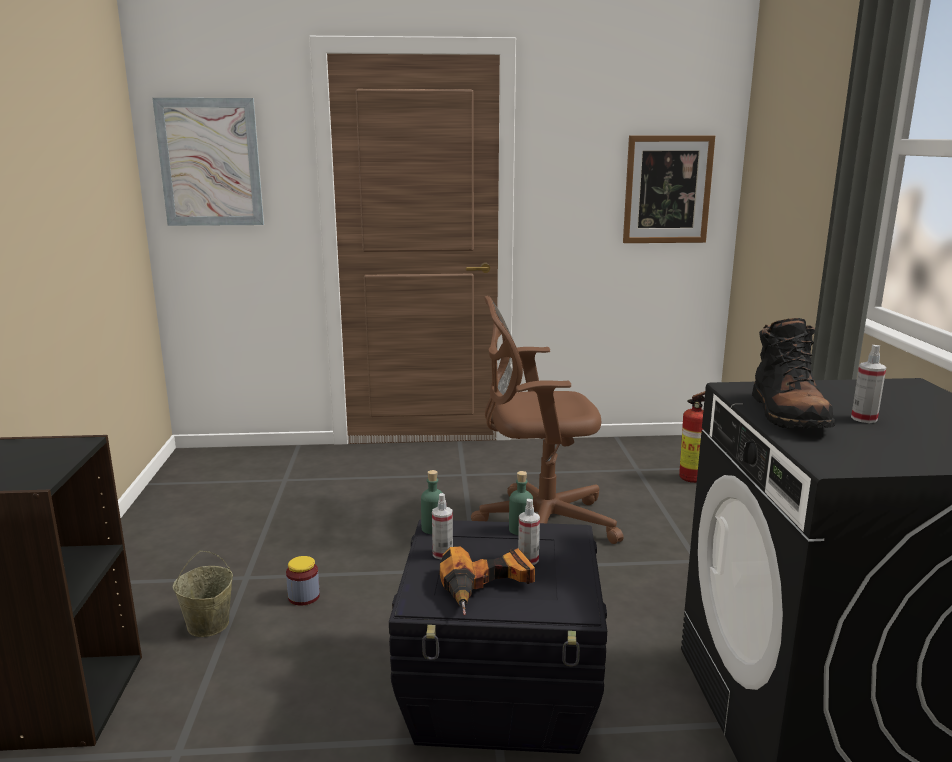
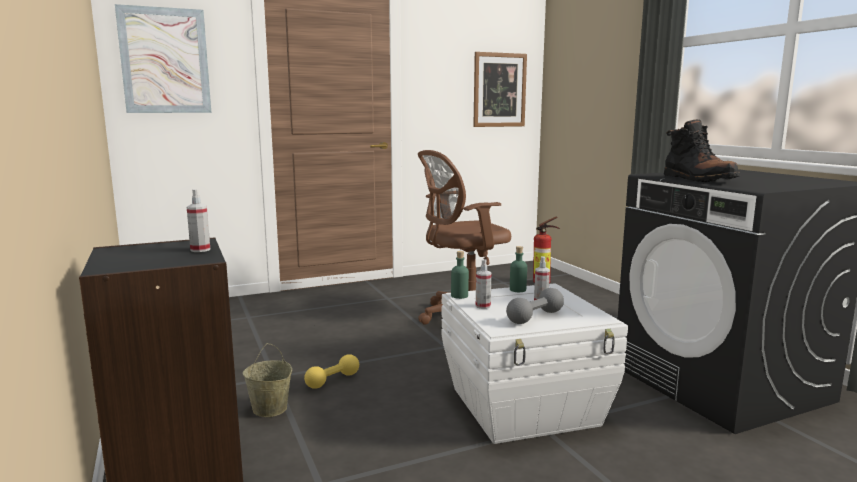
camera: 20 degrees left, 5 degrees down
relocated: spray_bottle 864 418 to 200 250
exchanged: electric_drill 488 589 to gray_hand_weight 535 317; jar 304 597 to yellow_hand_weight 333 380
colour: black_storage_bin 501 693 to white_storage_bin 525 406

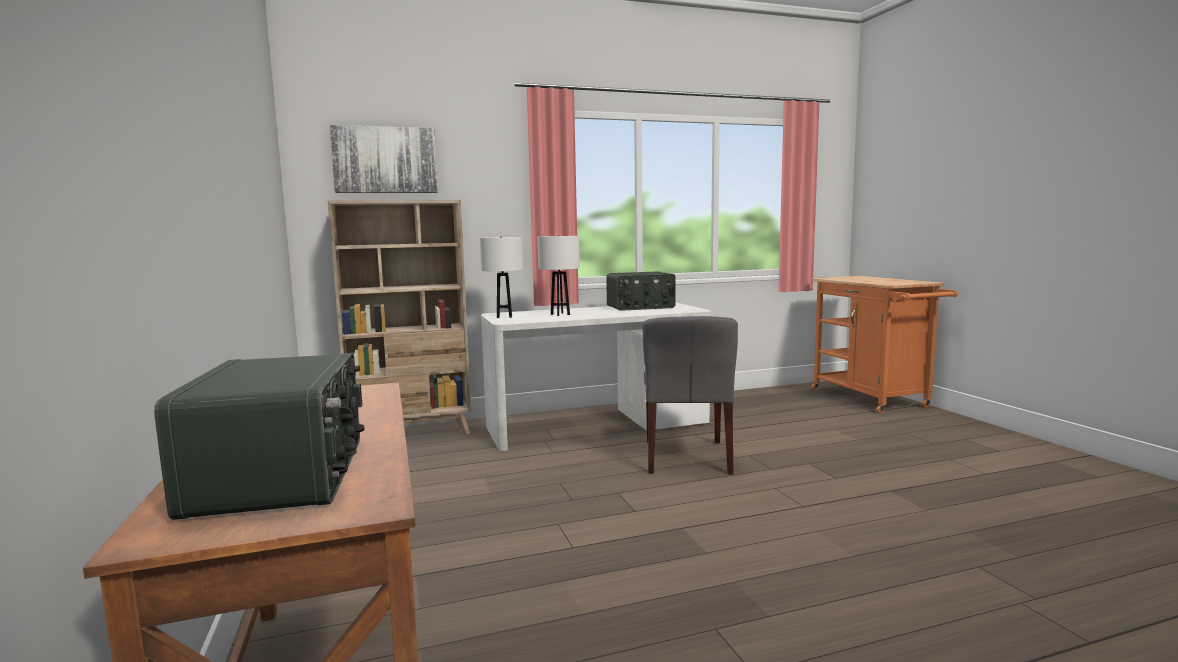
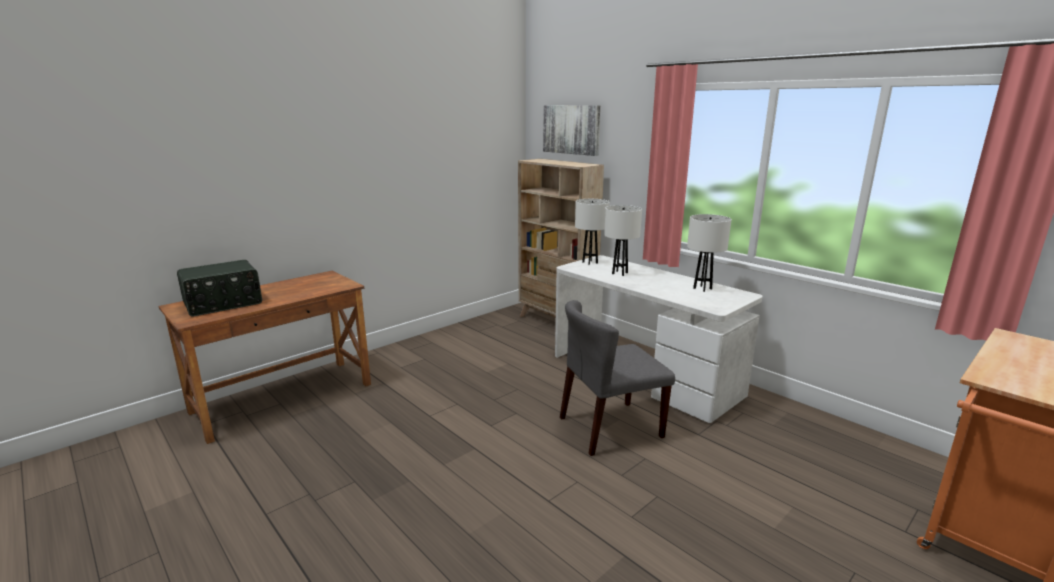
camera: 65 degrees right, 10 degrees up
exchanged: radio 640 307 to white_lamp_for_a_table 702 288

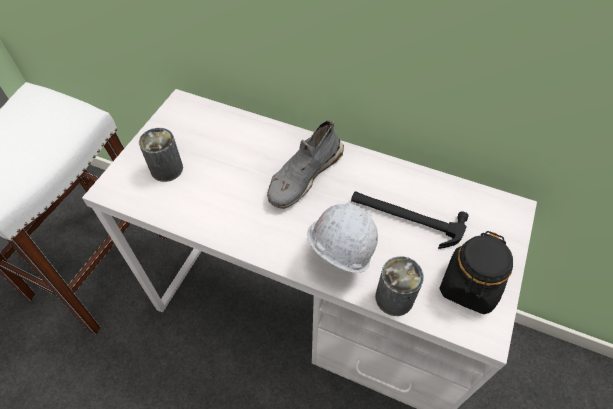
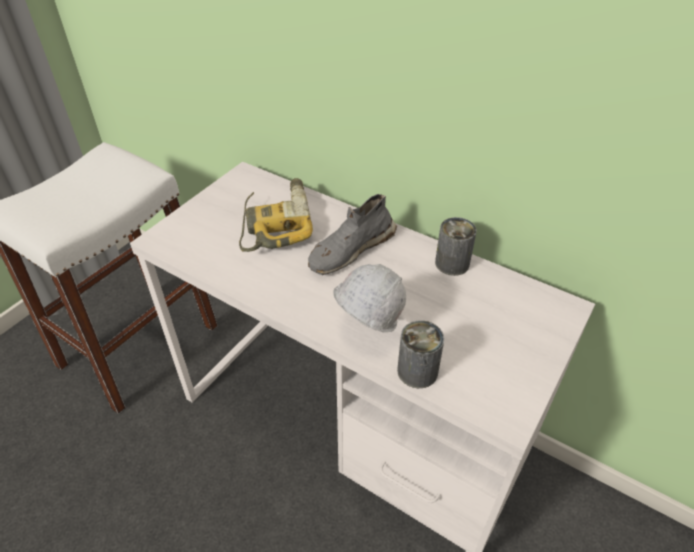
camera: 10 degrees right, 10 degrees down
missing: hand_hammer 405 217; black_jar 469 286
appeared: electric_drill 276 222
relocated: can 167 169 to 452 263

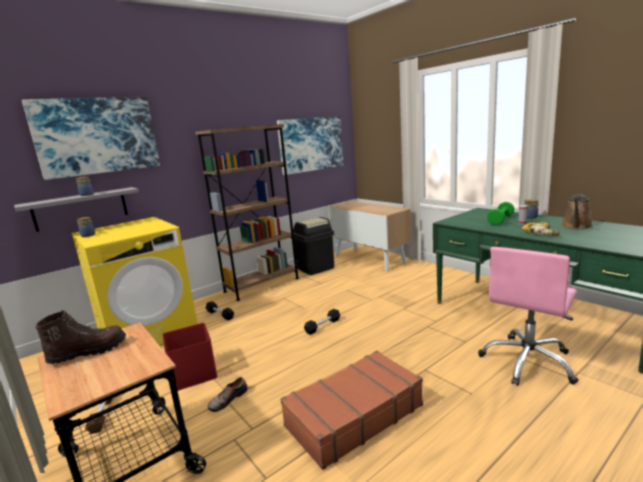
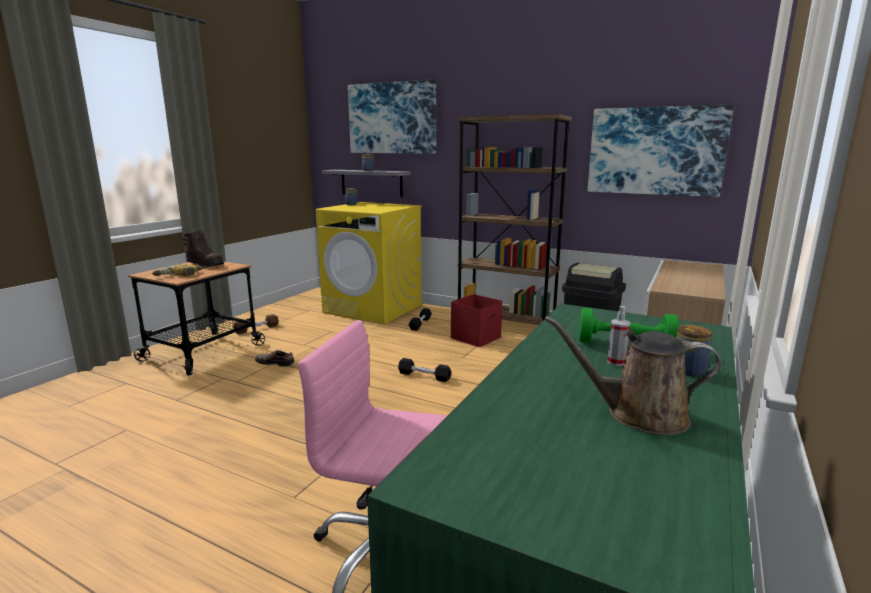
camera: 65 degrees right, 0 degrees up
missing: brown-coloured_suitcase 353 415
relocated: electric_drill 542 232 to 180 275; red_storage_bin 194 373 to 476 338

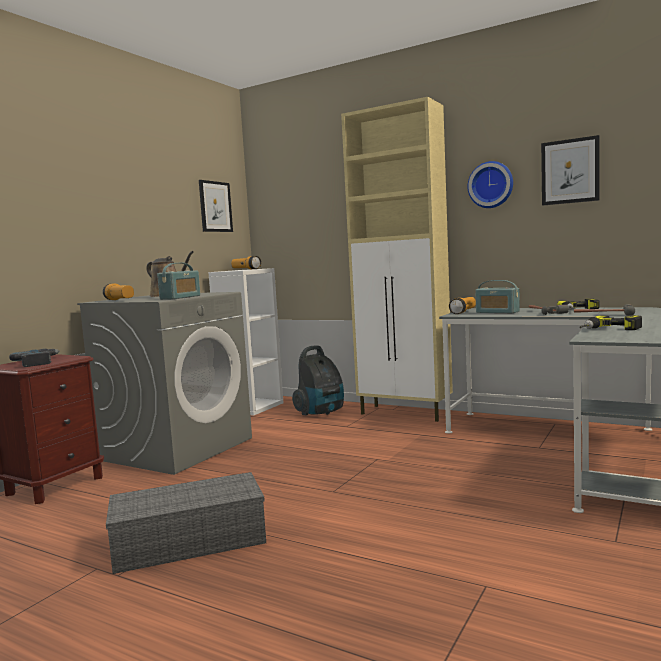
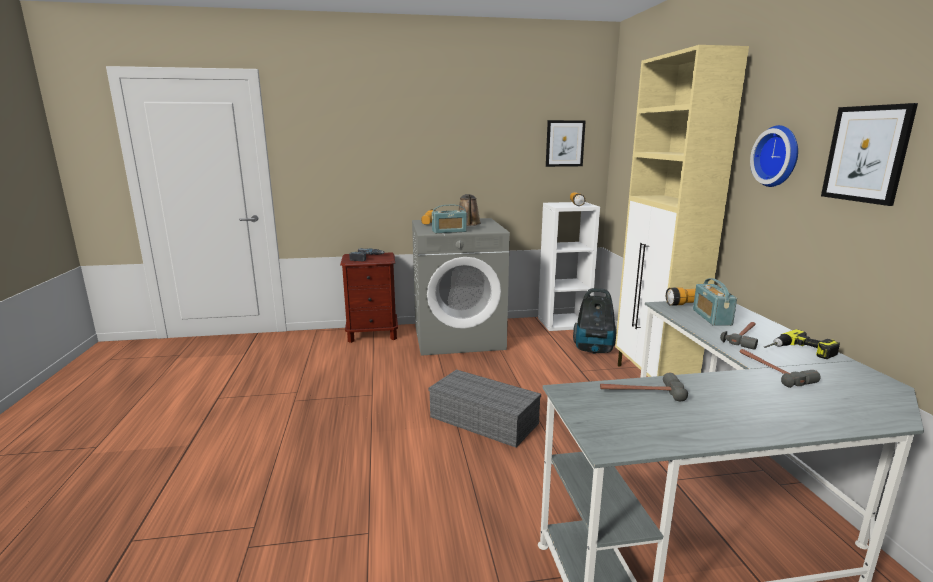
camera: 50 degrees right, 10 degrees up
relocated: gray_storage_bin 191 540 to 485 420
exchanged: electric_drill 609 330 to hand_hammer 640 392

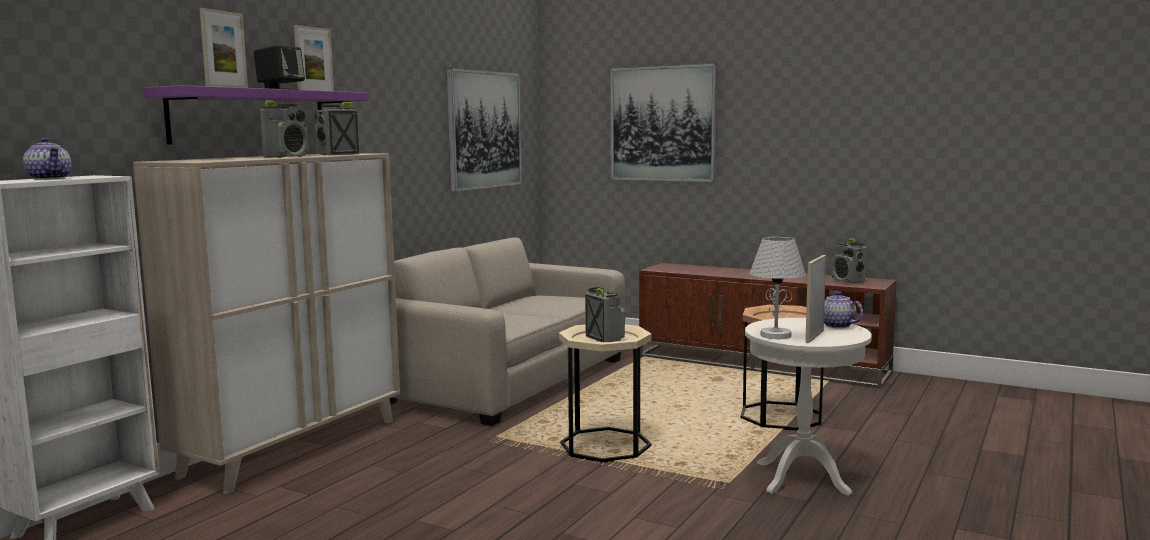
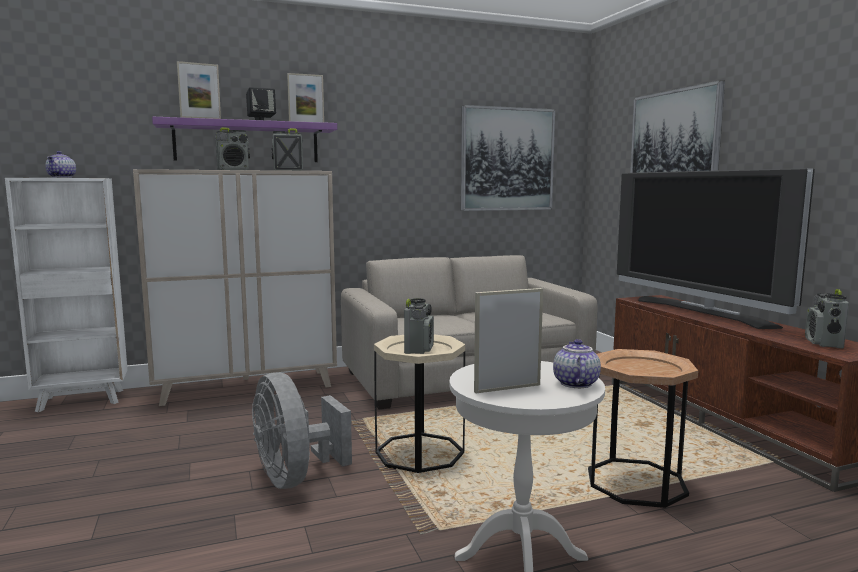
camera: 40 degrees right, 0 degrees up
missing: white_lamp_for_a_table 776 335
appeared: television 702 312; gray_fan 295 477

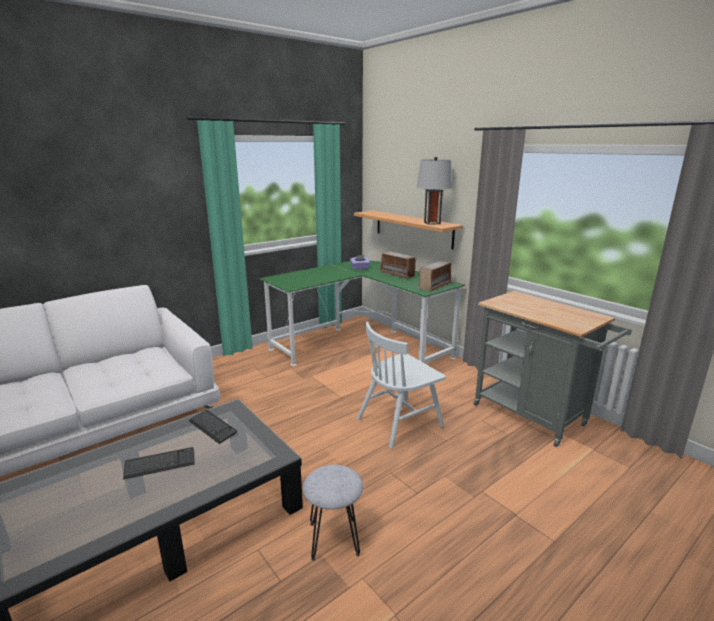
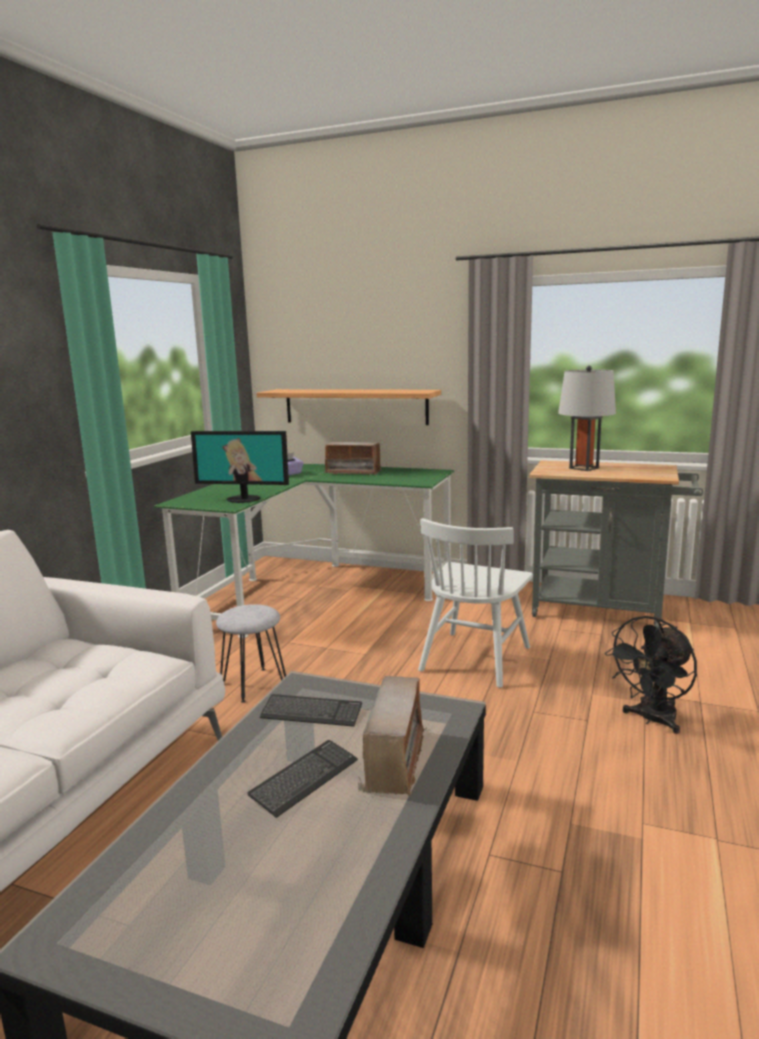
camera: 30 degrees left, 5 degrees down
appeared: monitor 244 499; black_fan 652 720
relocated: gray_lamp_for_a_table 432 223 to 584 468; radio 435 286 to 395 759; gray_sitting_stool 333 538 to 253 685

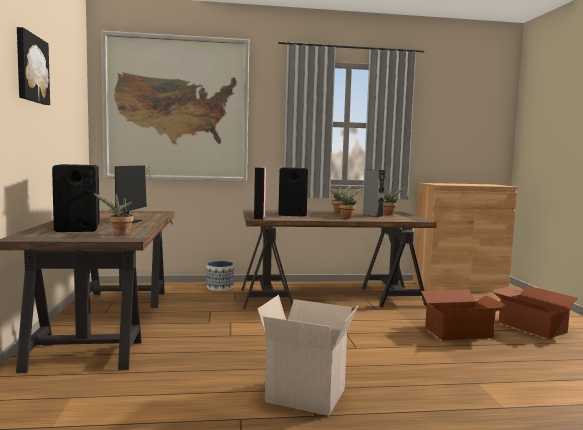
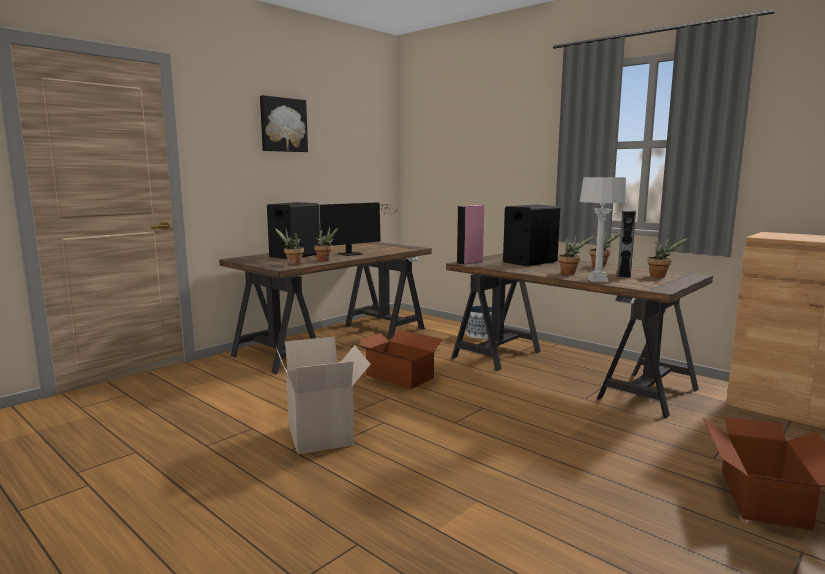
camera: 50 degrees right, 5 degrees up
missing: wall_picture 177 109
appeared: gray_lamp_for_a_table 597 280; plant_in_a_pot 325 260
relocated: cardboard_box 459 333 to 399 377

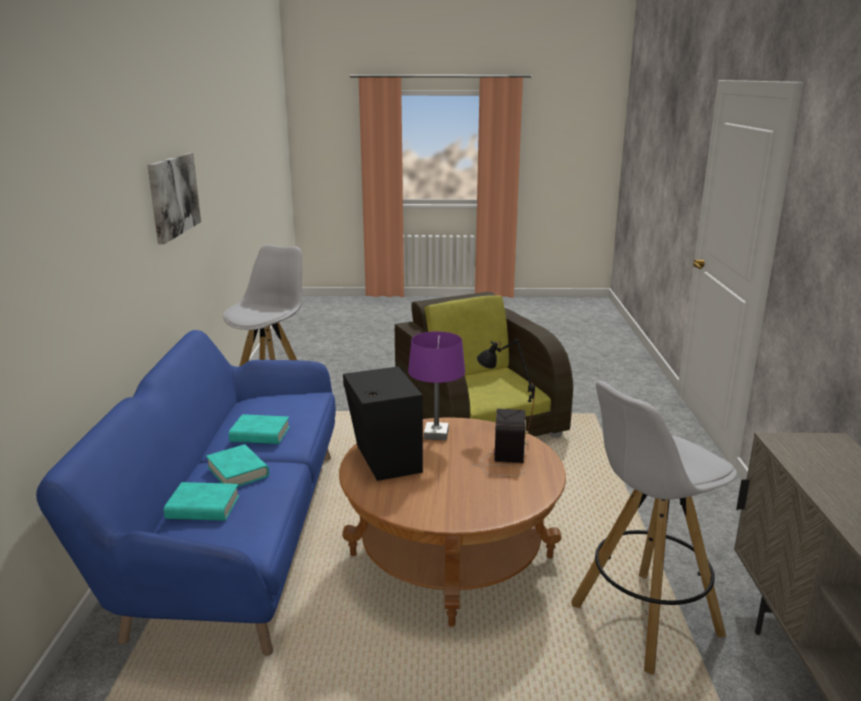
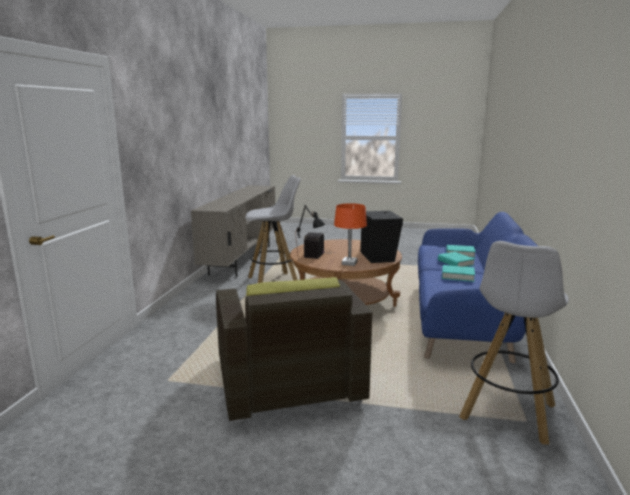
camera: 170 degrees left, 5 degrees down
missing: wall_picture 173 196
colour: purple_lamp_for_a_table 436 434 to orange-coloured_lamp_for_a_table 349 263

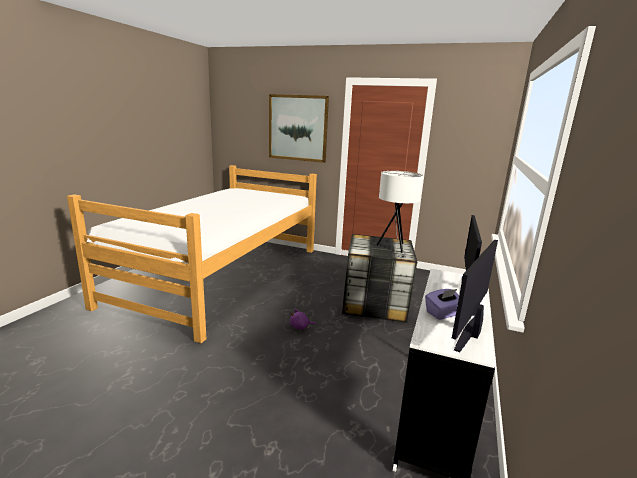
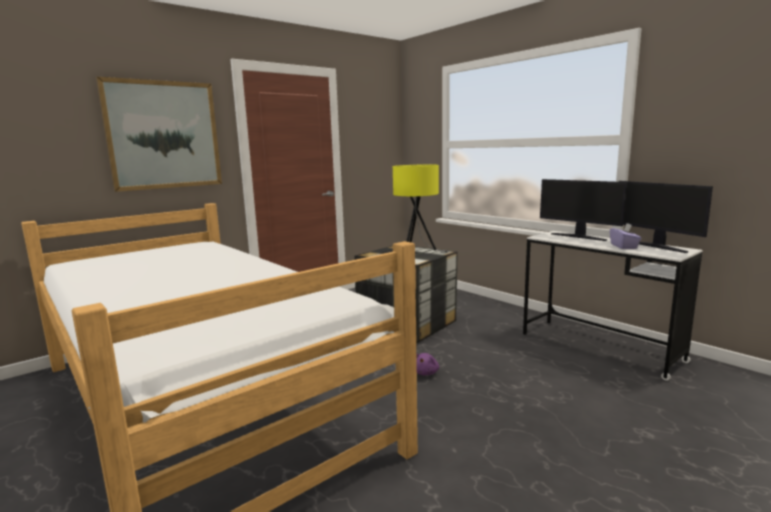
camera: 60 degrees left, 5 degrees down
colour: white_lamp_for_a_table 394 248 to yellow_lamp_for_a_table 418 251

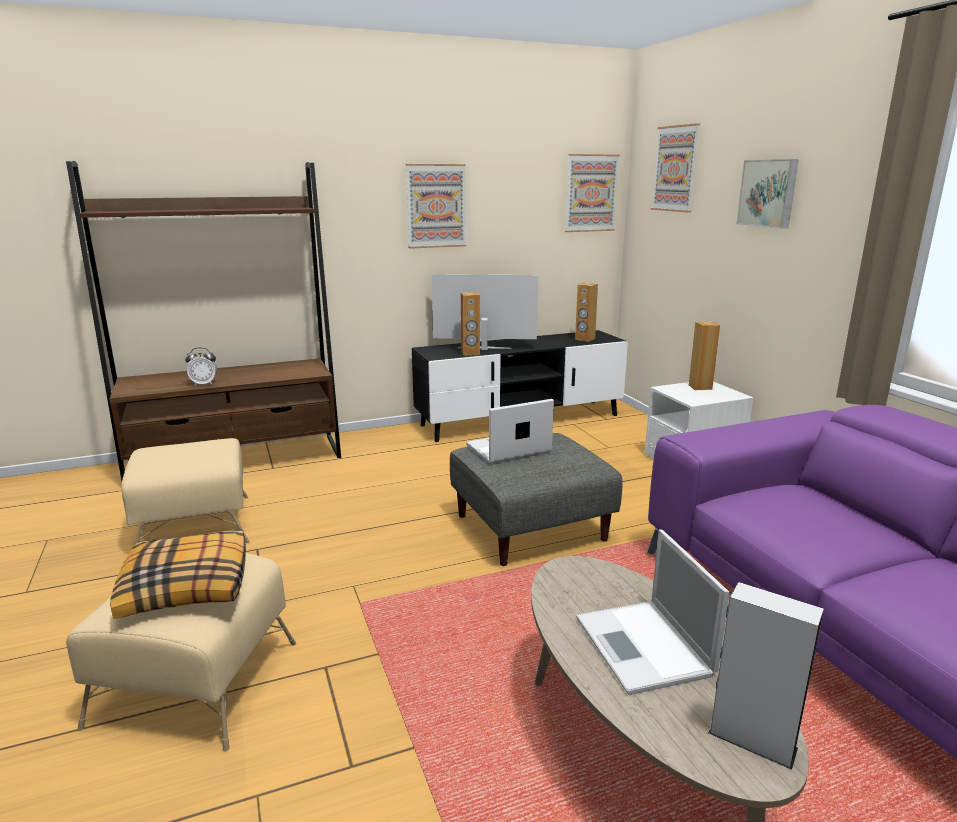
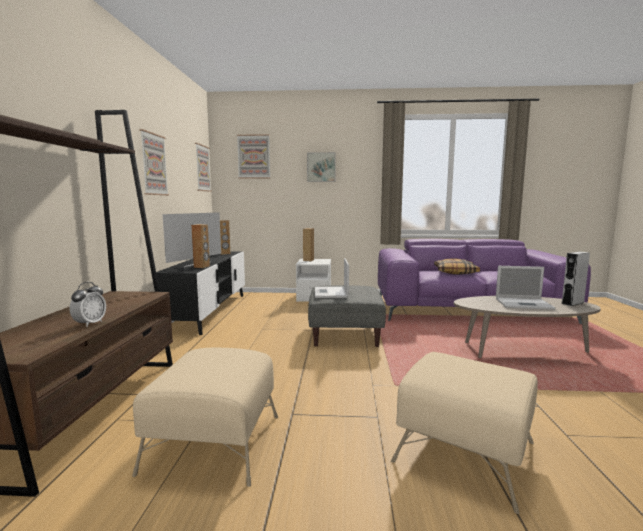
camera: 65 degrees left, 10 degrees down
relocated: pillow 187 586 to 455 272

